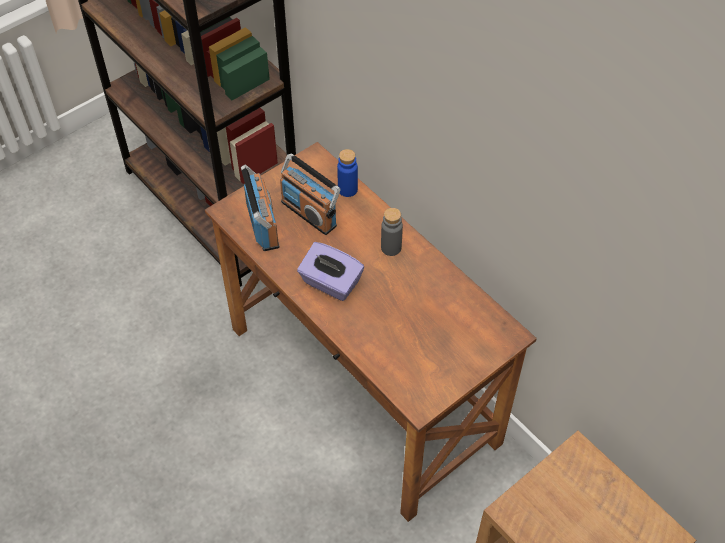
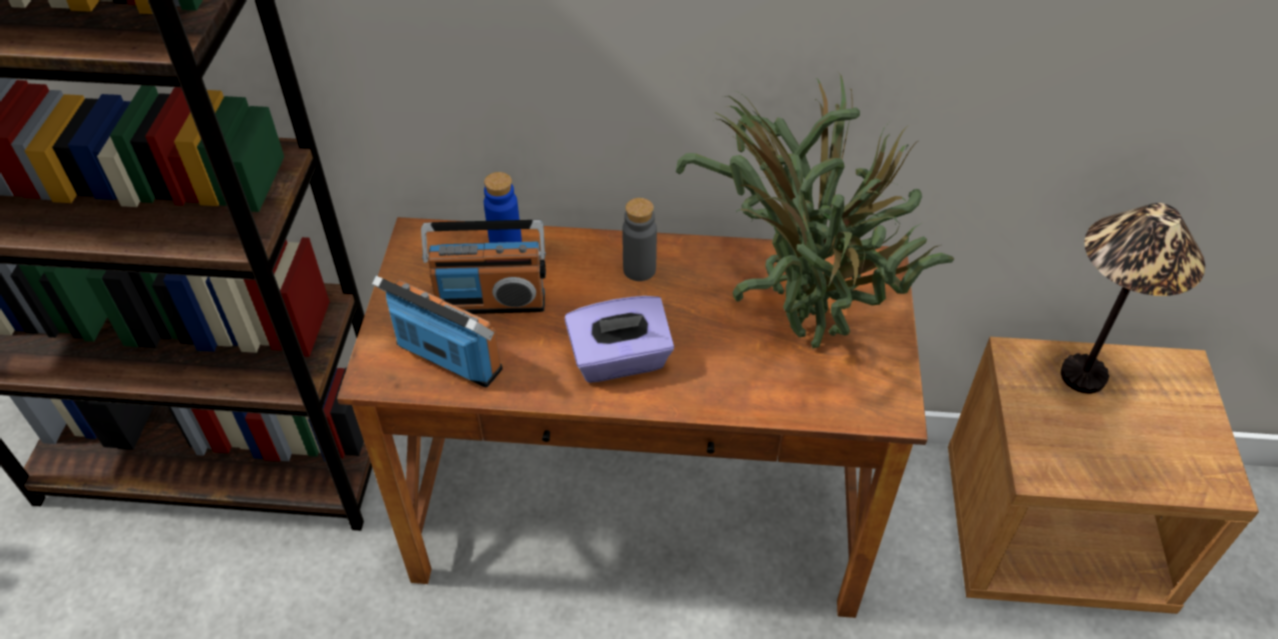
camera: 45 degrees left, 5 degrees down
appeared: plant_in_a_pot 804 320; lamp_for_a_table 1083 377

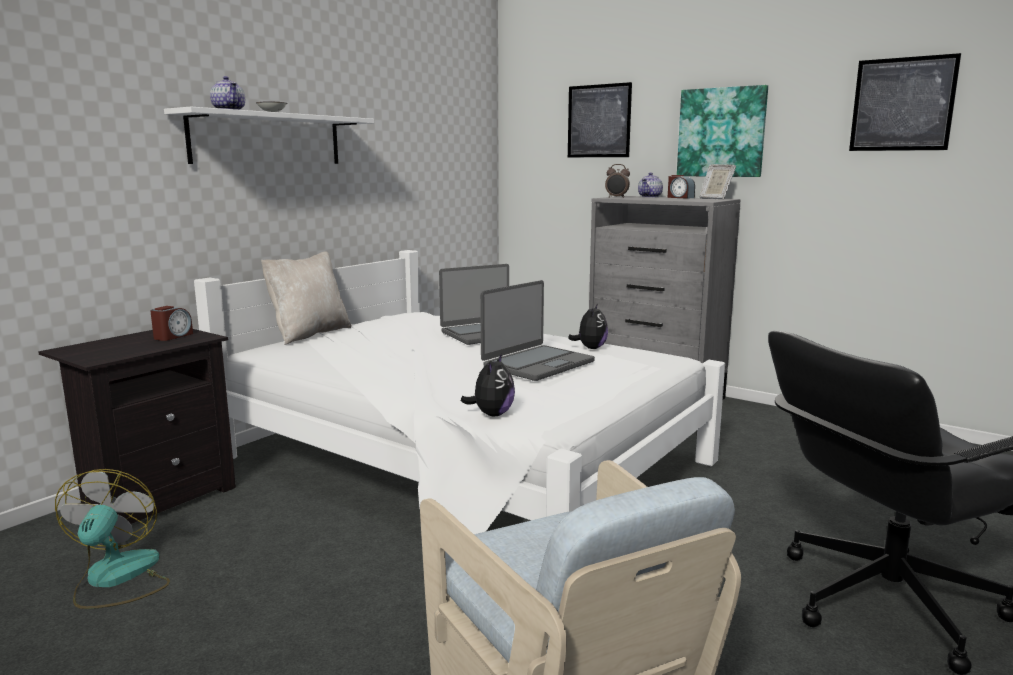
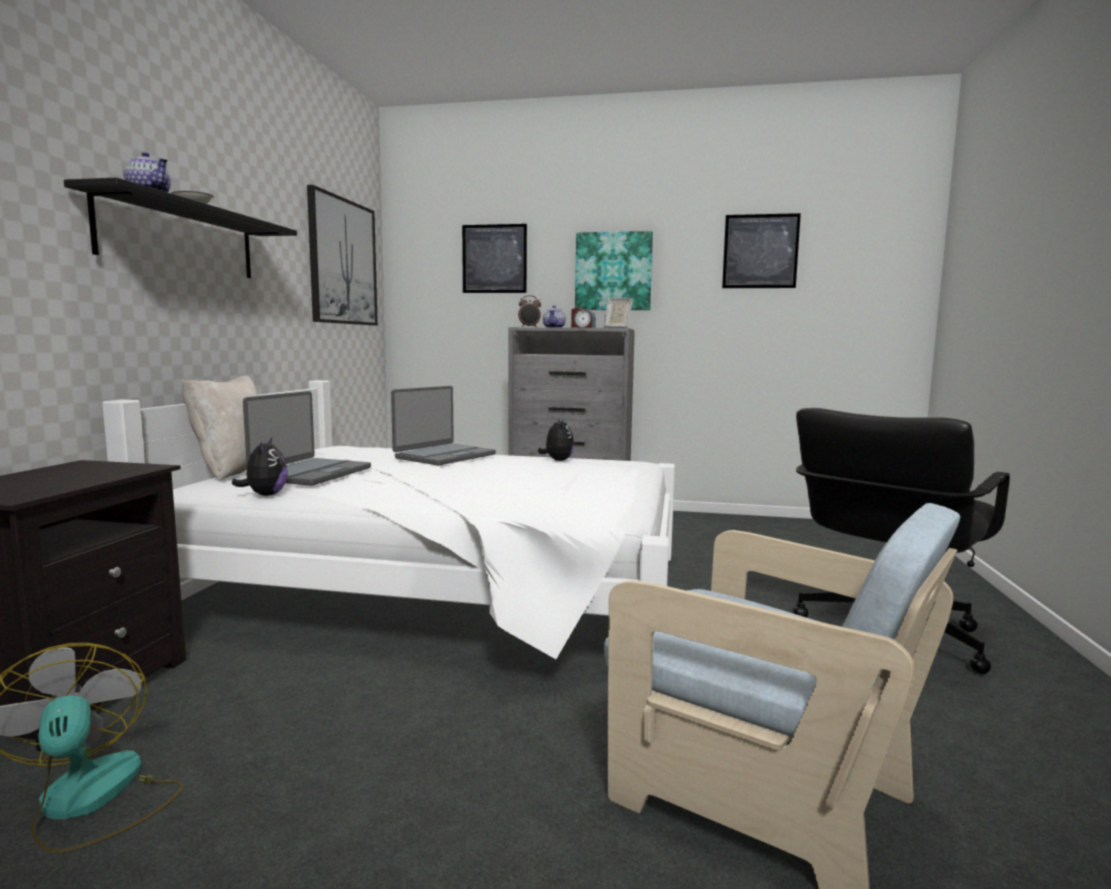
camera: 25 degrees left, 5 degrees down
missing: bedside_clock 173 336
appeared: wall_picture 343 262
relocated: notebook_computer 537 364 to 311 473; cuddly_toy 491 414 to 265 495
colour: white_bracket_shelf 268 139 to black_bracket_shelf 180 239

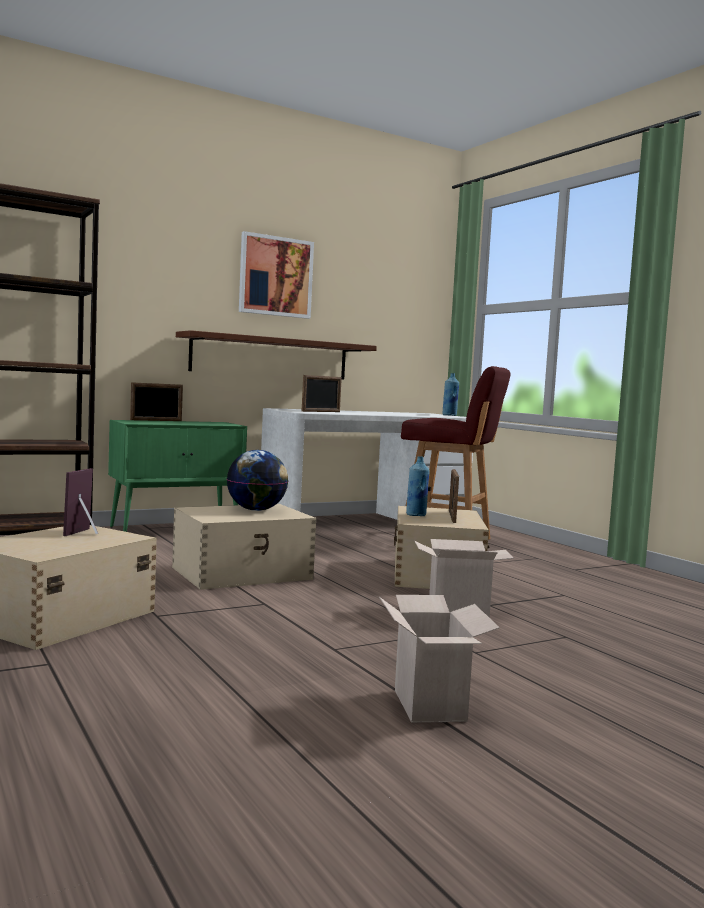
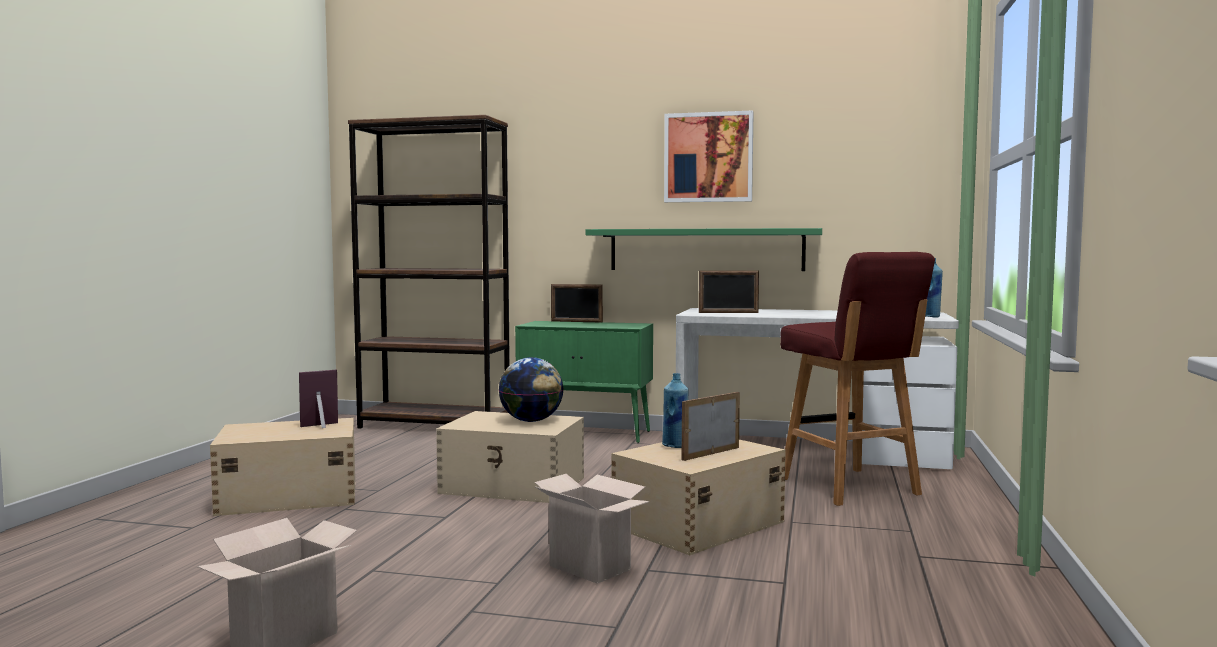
camera: 45 degrees right, 0 degrees up
colour: brown-coloured_bracket_shelf 271 357 to green-coloured_bracket_shelf 706 250

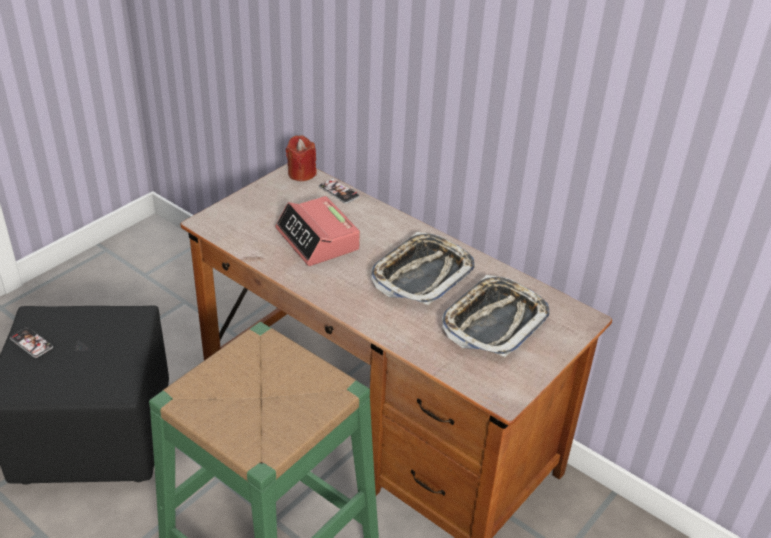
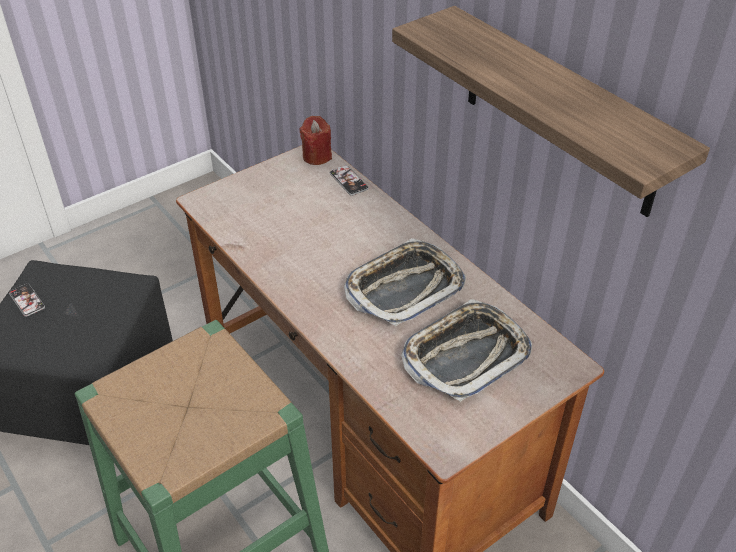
camera: 15 degrees right, 5 degrees up
missing: bedside_clock 318 240
appeared: bracket_shelf 559 112

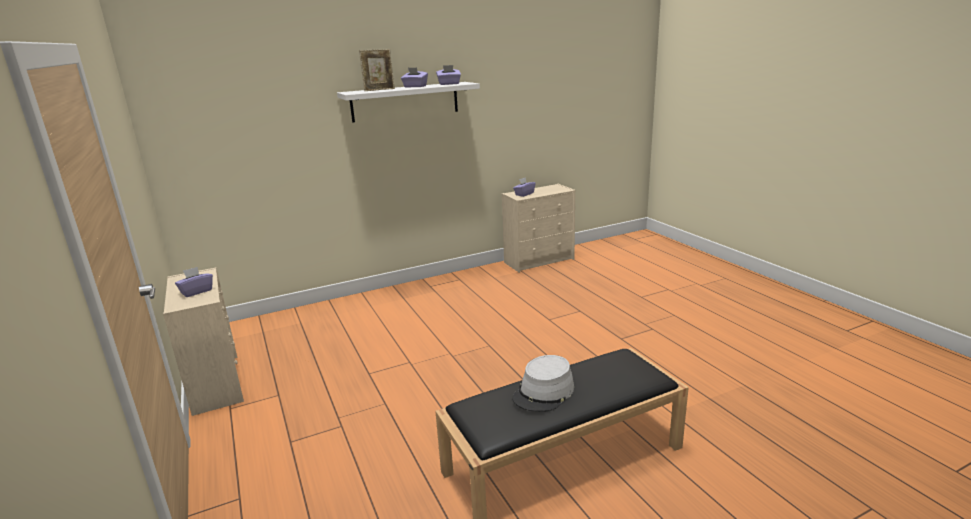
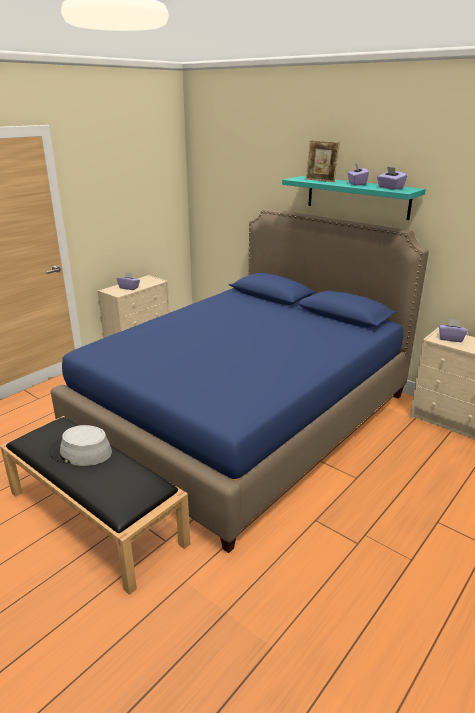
camera: 65 degrees right, 5 degrees up
appeared: blue_bed 245 417
colour: white_bracket_shelf 405 101 to blue-green_bracket_shelf 357 197

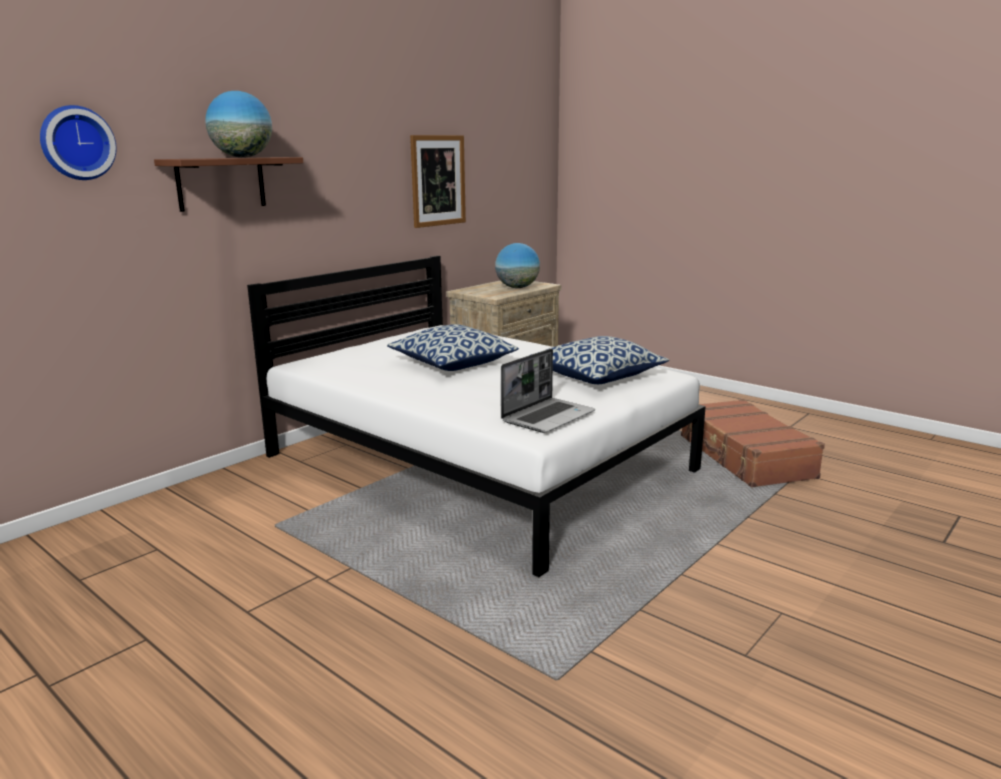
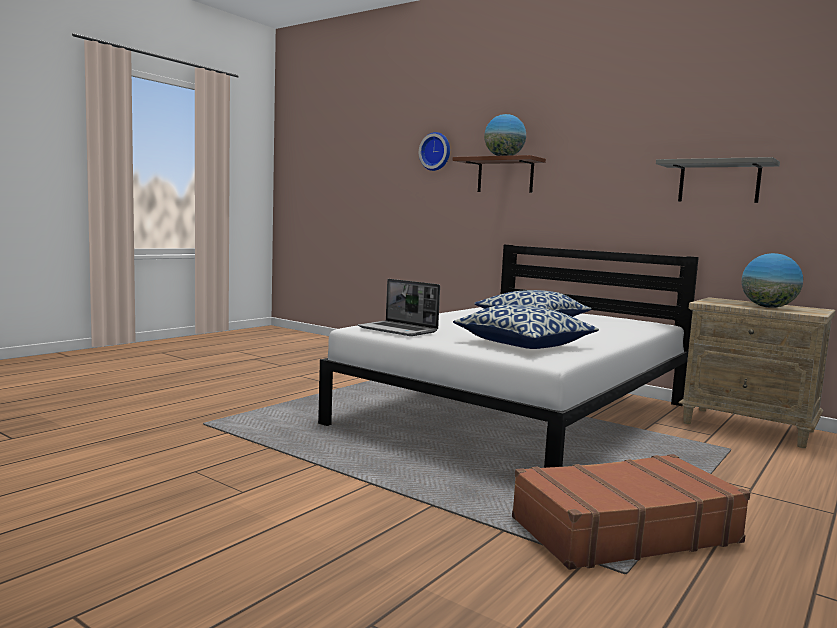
camera: 85 degrees right, 10 degrees down
exchanged: wall_picture 438 180 to gray_bracket_shelf 719 182

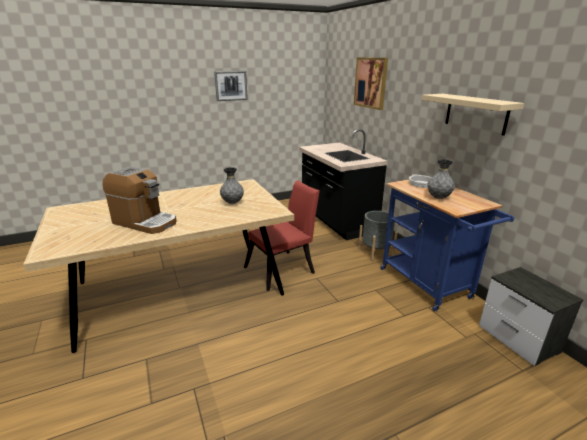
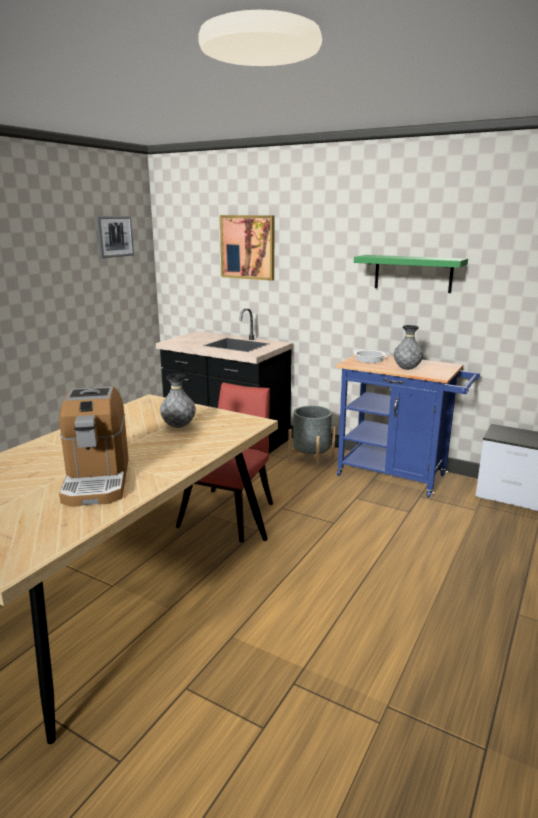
camera: 35 degrees left, 5 degrees down
relocated: wall_picture 231 85 to 115 236
colour: sand-coloured_bracket_shelf 476 113 to green-coloured_bracket_shelf 413 273
spun: coffee_machine 145 222 = 97 480 90 degrees clockwise

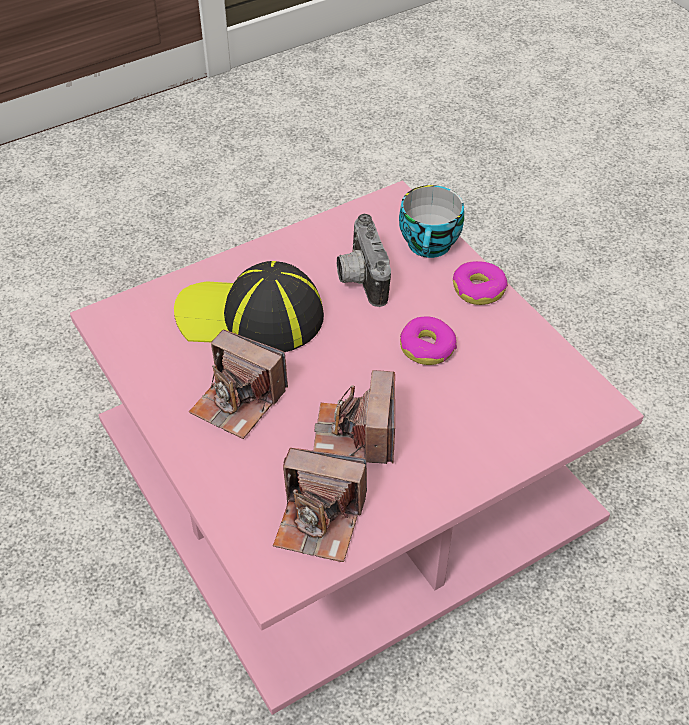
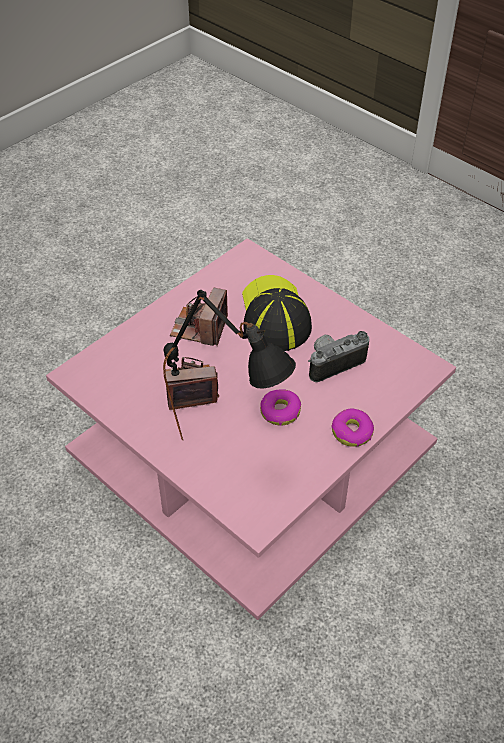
camera: 75 degrees right, 0 degrees up
missing: cup 430 246; photo_camera 320 520
appeared: black_lamp_for_a_table 229 447

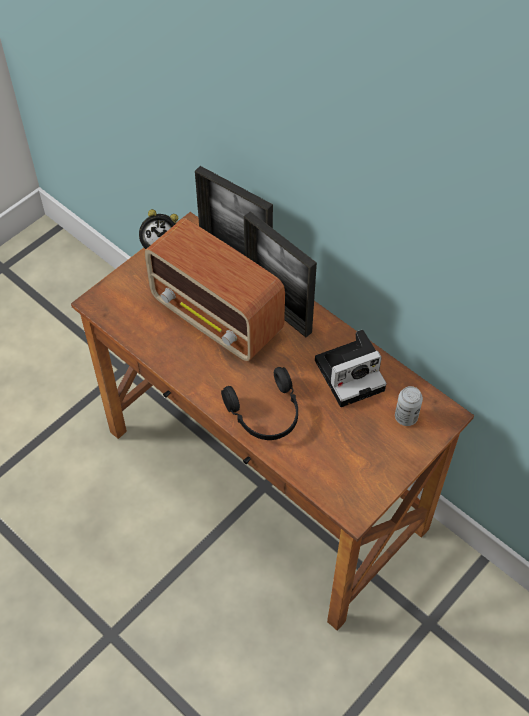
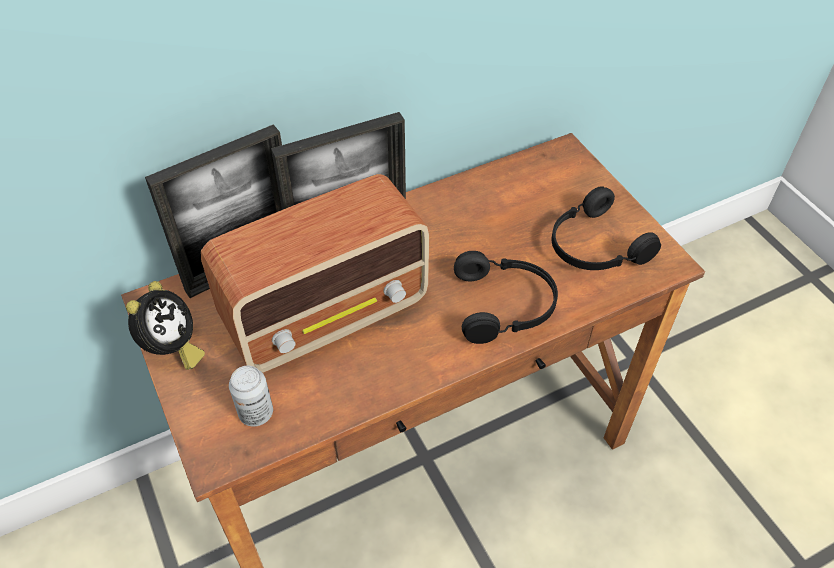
camera: 70 degrees left, 5 degrees down
missing: photo_camera 351 373
appeared: black_headphones 594 246
relocated: can 406 417 to 256 413

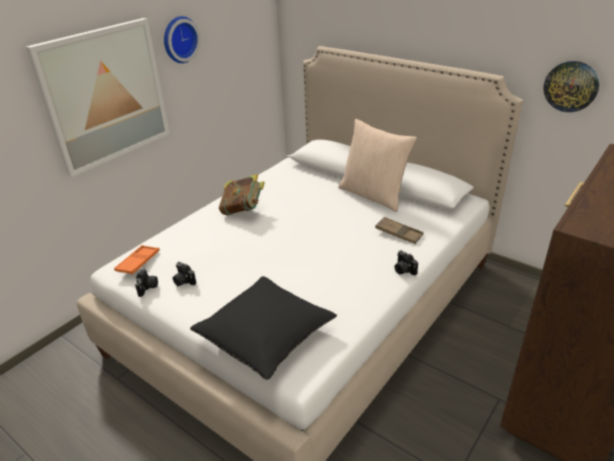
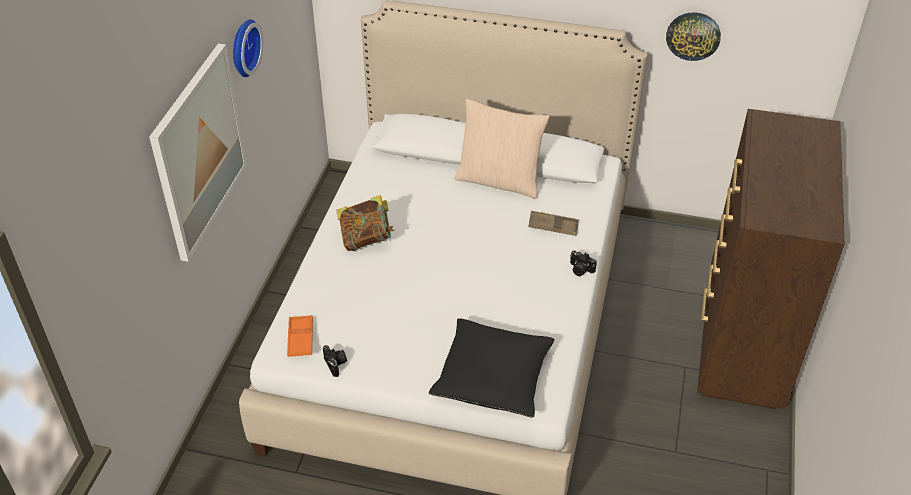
camera: 25 degrees left, 10 degrees up
missing: photo_camera 183 281

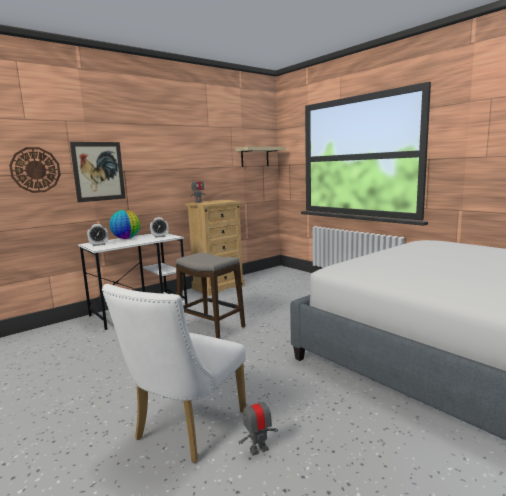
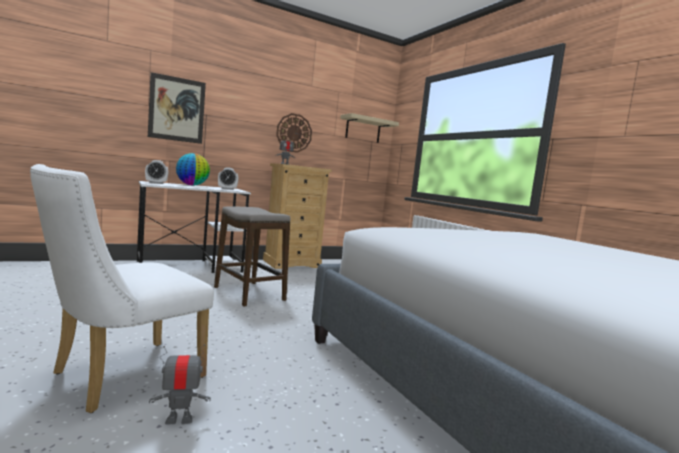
camera: 10 degrees right, 5 degrees down
relocated: clock_on_the_wall 35 170 to 294 133

